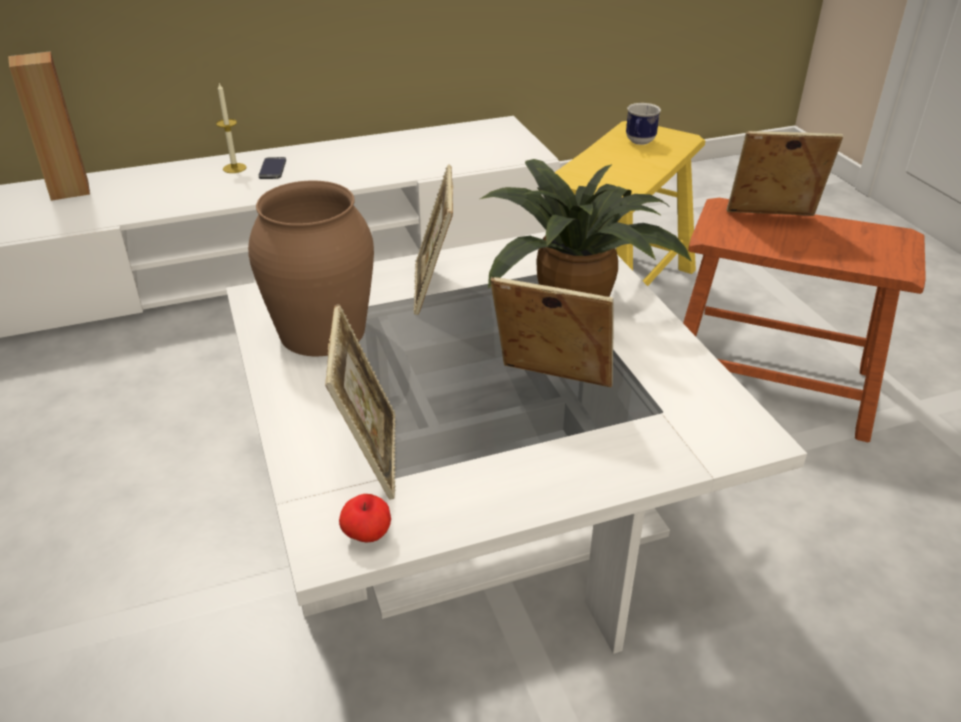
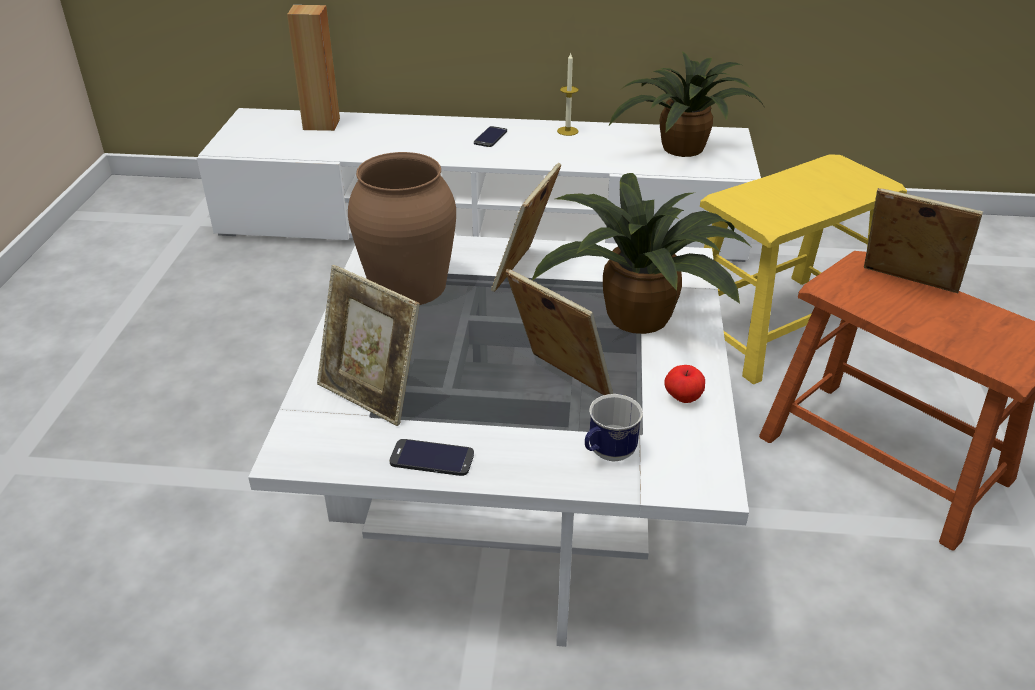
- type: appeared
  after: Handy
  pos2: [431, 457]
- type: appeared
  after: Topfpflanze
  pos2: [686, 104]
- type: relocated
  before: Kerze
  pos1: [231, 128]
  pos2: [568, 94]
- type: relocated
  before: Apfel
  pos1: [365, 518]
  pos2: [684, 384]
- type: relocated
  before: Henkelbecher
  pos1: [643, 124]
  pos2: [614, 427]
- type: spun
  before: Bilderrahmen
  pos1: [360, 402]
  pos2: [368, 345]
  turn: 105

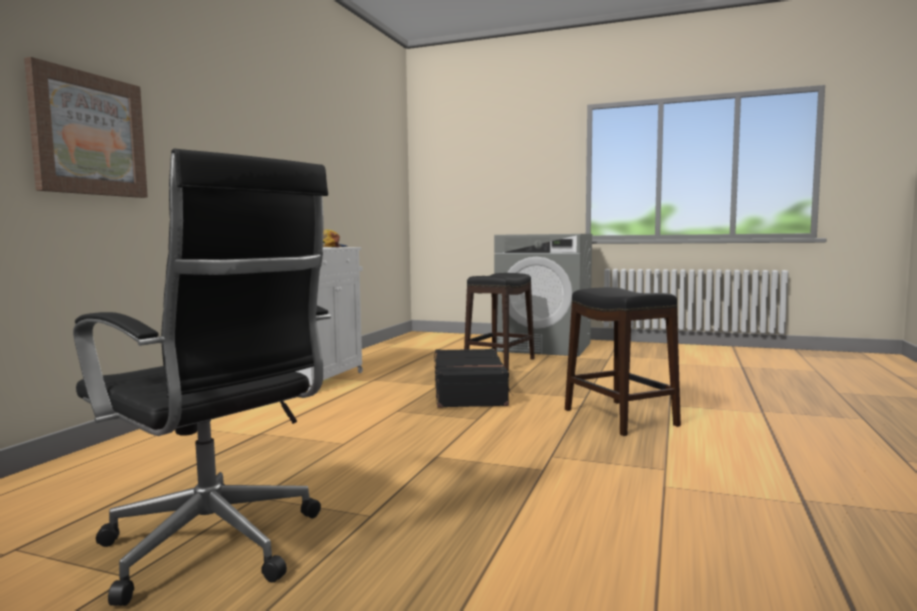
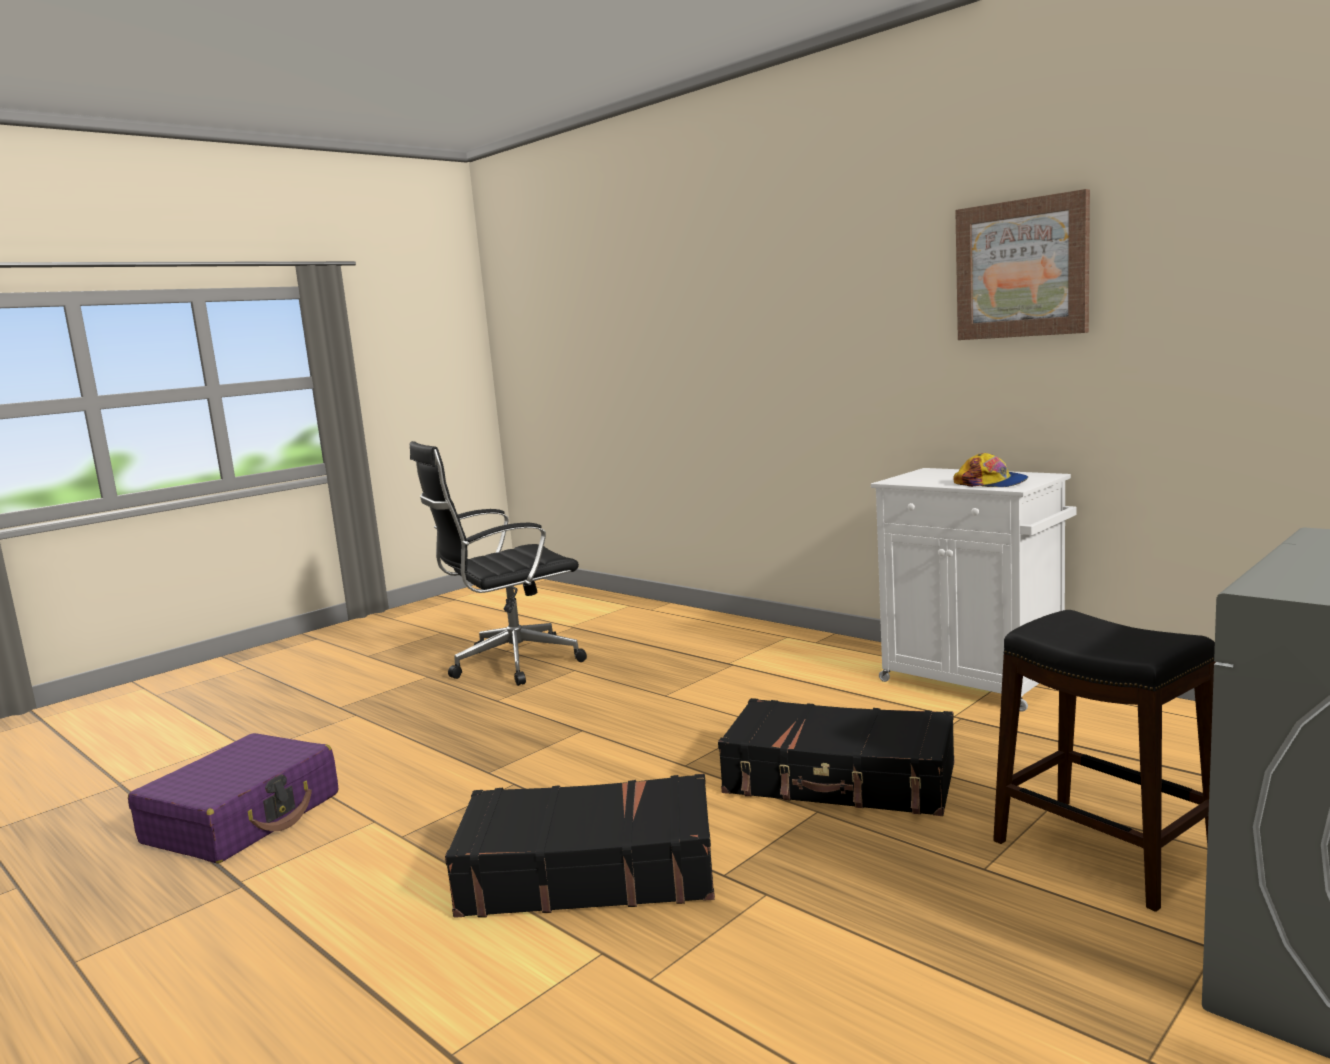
- type: appeared
  after: Koffer (lila)
  pos2: [233, 798]
- type: relocated
  before: Bild
  pos1: [86, 127]
  pos2: [1022, 264]
- type: exchanged
  before: Hocker (schwarz)
  after: Koffer (schwarz)
  pos1: [623, 361]
  pos2: [580, 846]

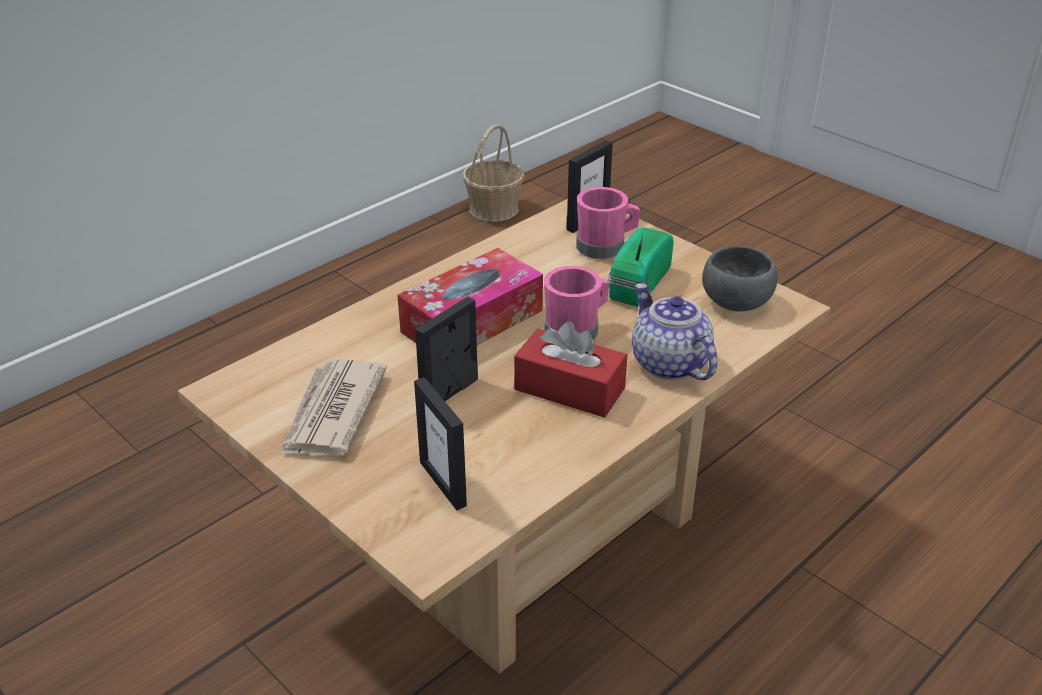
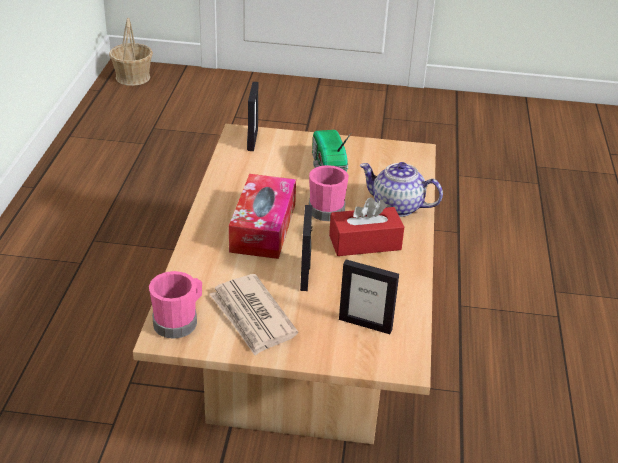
- type: missing
  before: Schüssel (grau)
  pos1: [740, 278]
- type: relocated
  before: Korb
  pos1: [493, 173]
  pos2: [131, 52]
- type: relocated
  before: Henkelbecher (rosa)
  pos1: [608, 223]
  pos2: [175, 305]

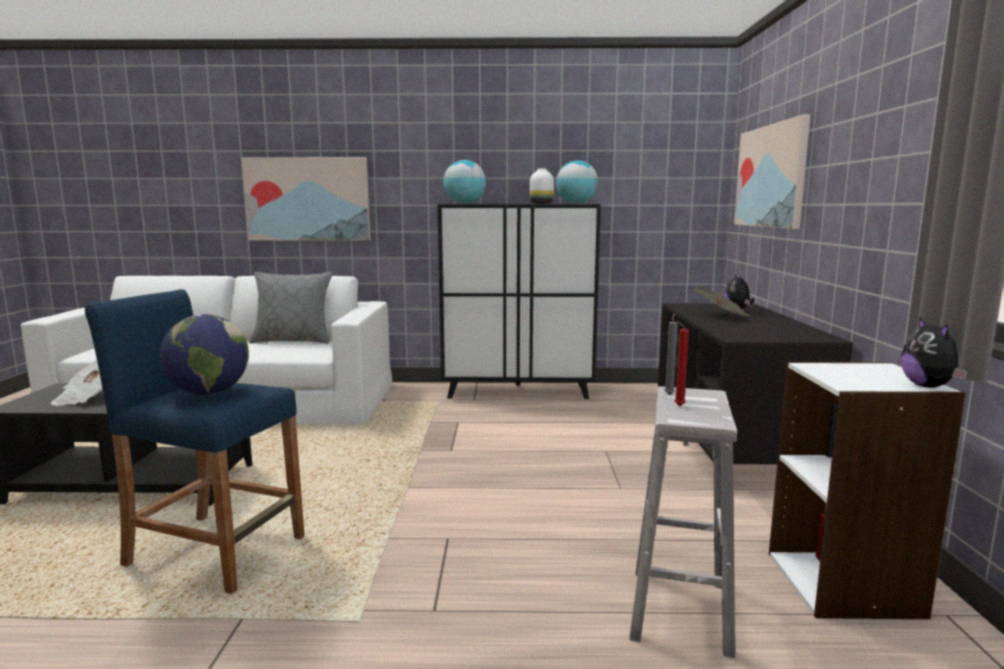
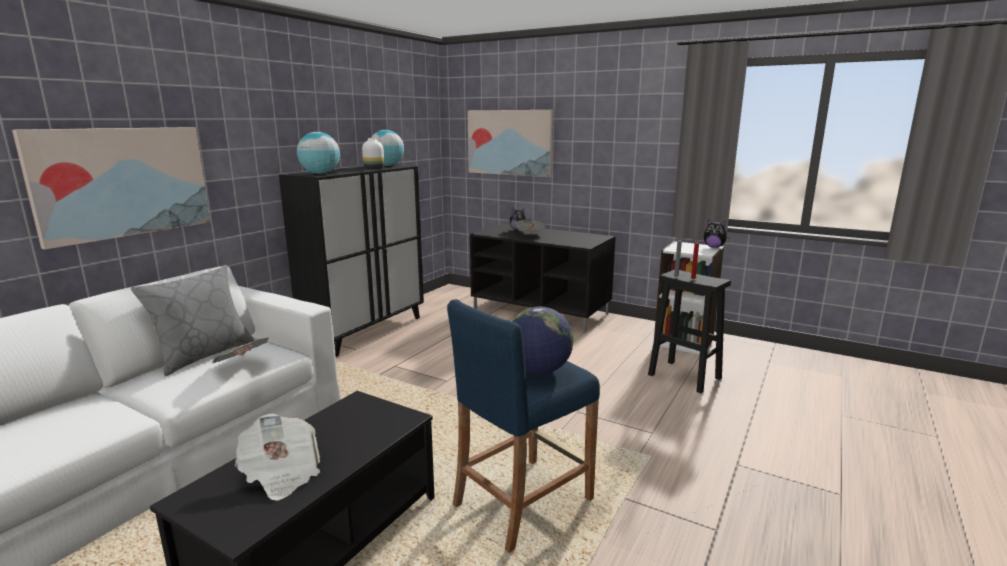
- type: appeared
  after: Zeitung
  pos2: [240, 351]
- type: colour
  before: Hocker (weiß)
  after: Hocker (schwarz)
  pos1: [683, 522]
  pos2: [689, 331]

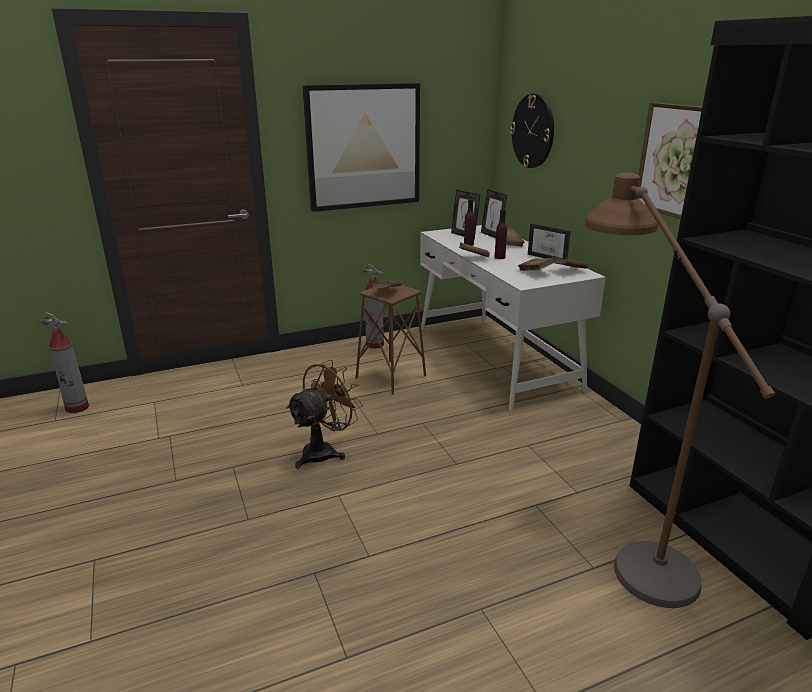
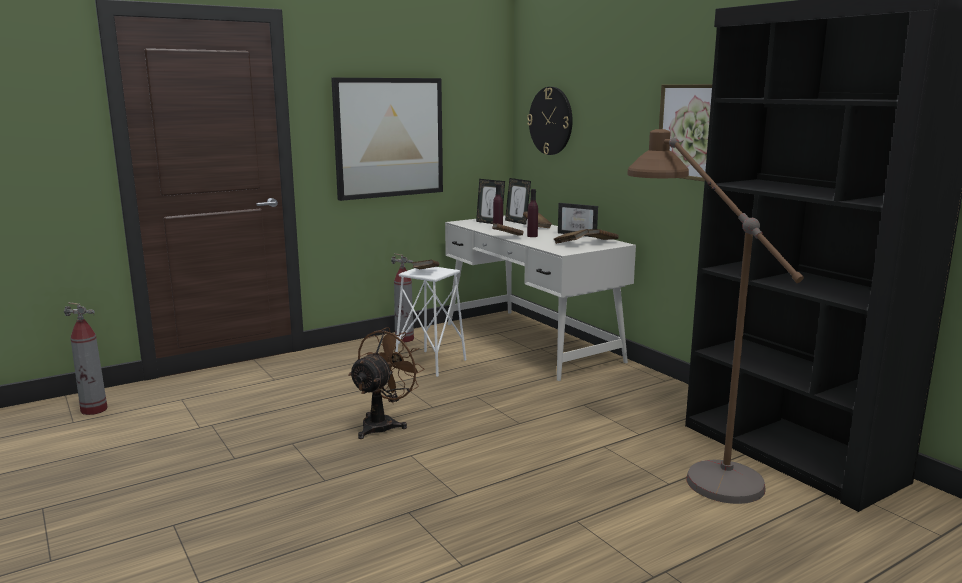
- type: colour
  before: Hocker (braun)
  after: Hocker (weiß)
  pos1: [391, 340]
  pos2: [430, 322]

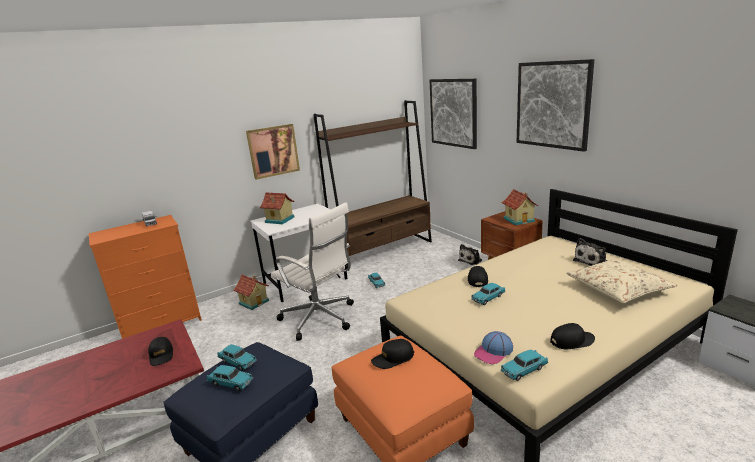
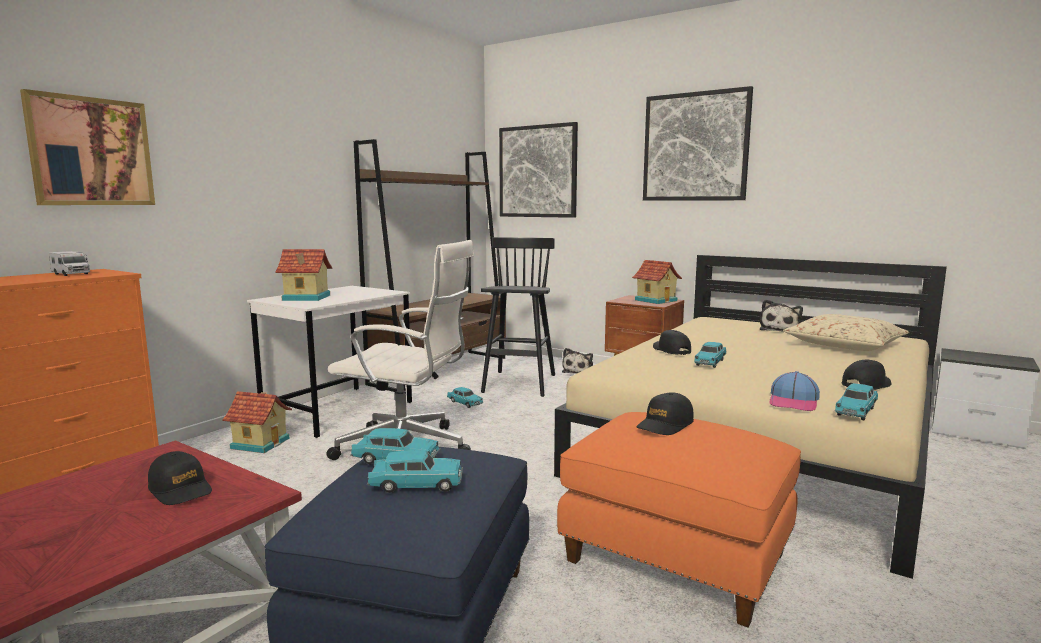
- type: appeared
  after: Hocker (schwarz)
  pos2: [518, 317]
- type: relocated
  before: Bild
  pos1: [273, 152]
  pos2: [87, 147]

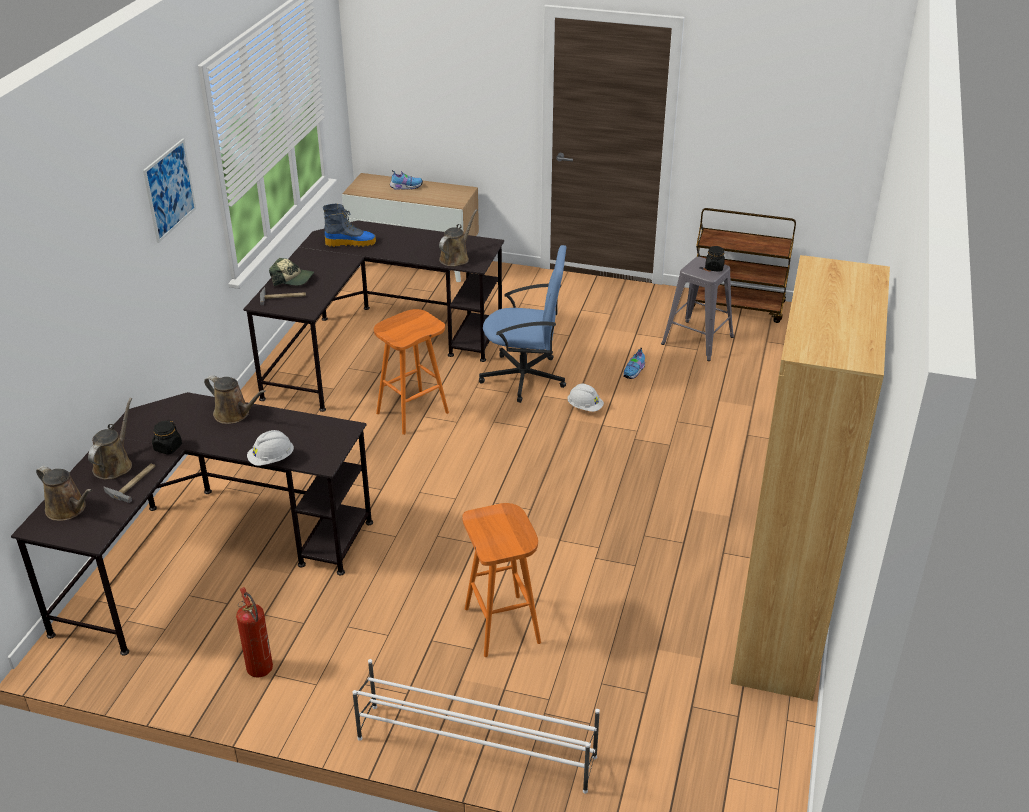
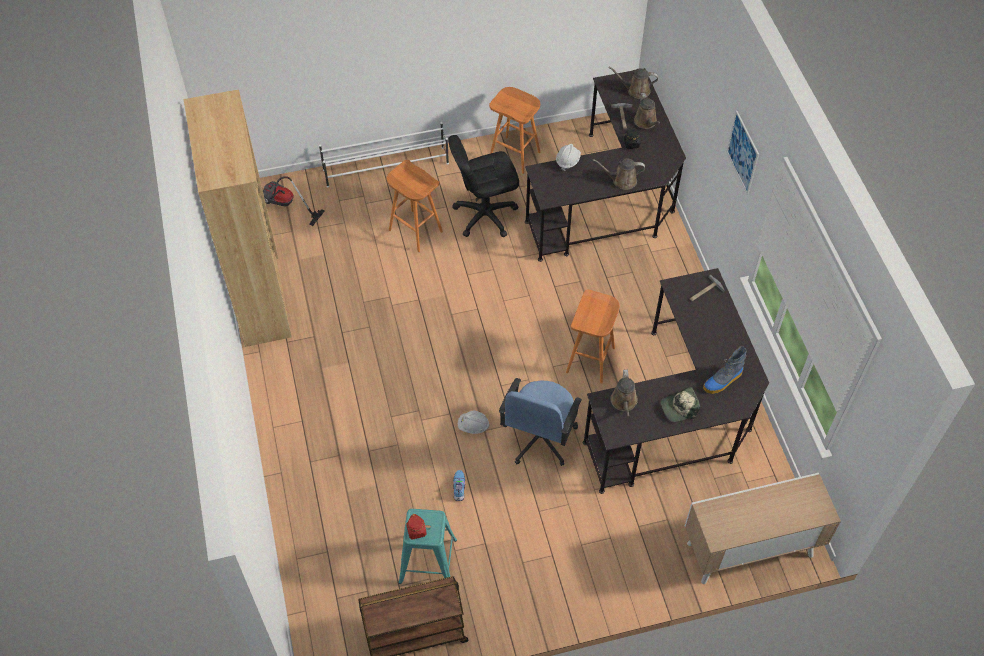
- type: missing
  before: Schuh
  pos1: [406, 180]
- type: appeared
  after: Staubsauger
  pos2: [294, 201]
- type: appeared
  after: Bürostuhl (schwarz)
  pos2: [483, 186]
- type: relocated
  before: Kappe
  pos1: [291, 272]
  pos2: [680, 404]
- type: exchanged
  before: Feuerlöscher
  after: Hocker (orange)
  pos1: [254, 632]
  pos2: [515, 130]
- type: colour
  before: Hocker (grau)
  after: Hocker (türkis)
  pos1: [697, 309]
  pos2: [428, 546]
- type: colour
  before: Vorratsglas (schwarz)
  after: Vorratsglas (rot)
  pos1: [715, 259]
  pos2: [416, 527]
- type: spun
  before: Bürostuhl (blau)
  pos1: [522, 324]
  pos2: [540, 422]
  turn: -45

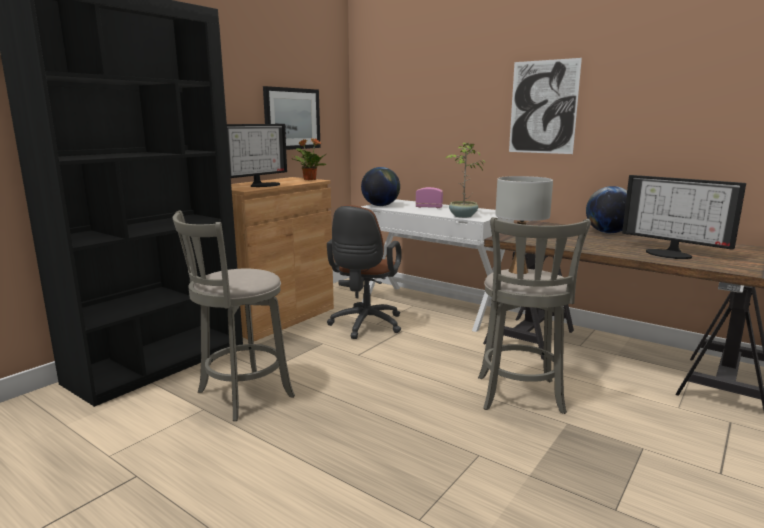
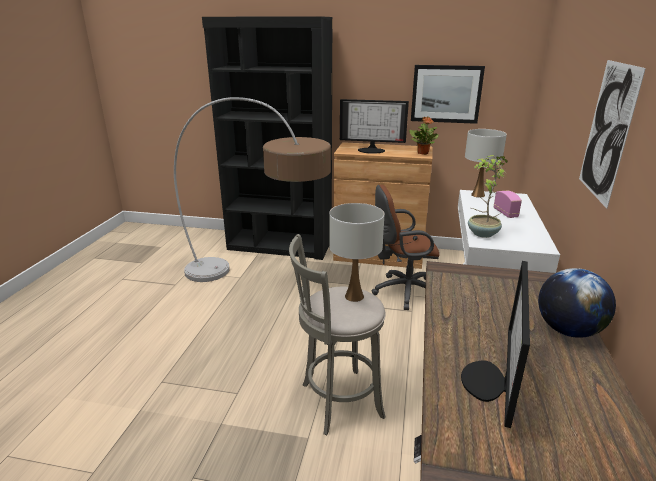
- type: exchanged
  before: Hocker (grau)
  after: Stehlampe
  pos1: [234, 315]
  pos2: [252, 189]
- type: exchanged
  before: Globus
  after: Tischlampe (weiß)
  pos1: [380, 186]
  pos2: [486, 163]

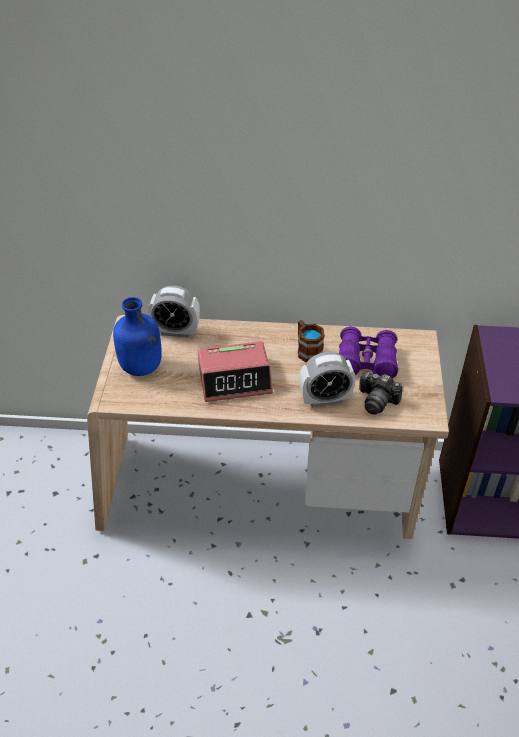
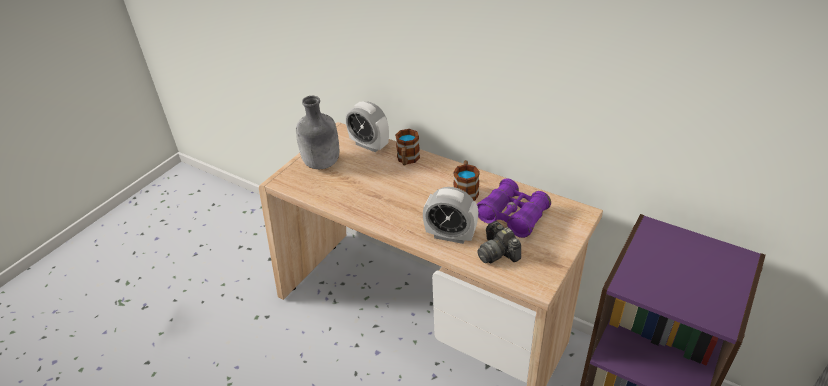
- type: missing
  before: Wecker
  pos1: [235, 371]
- type: appeared
  after: Henkelbecher
  pos2: [407, 147]
- type: colour
  before: Flasche (blau)
  after: Flasche (grau)
  pos1: [137, 336]
  pos2: [317, 132]

